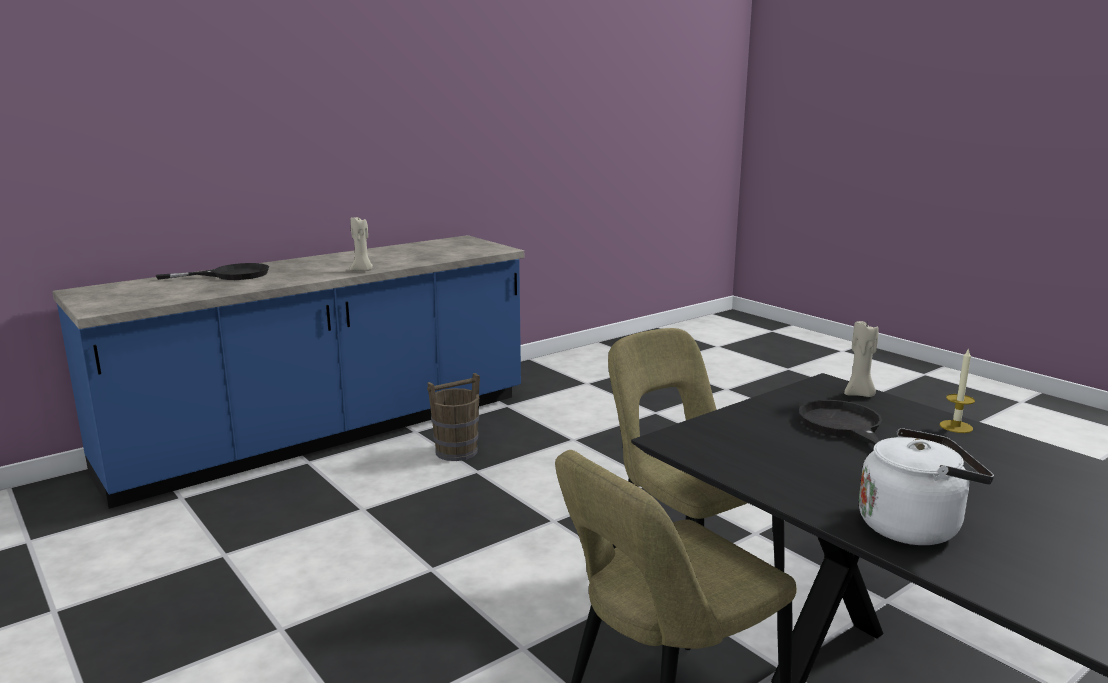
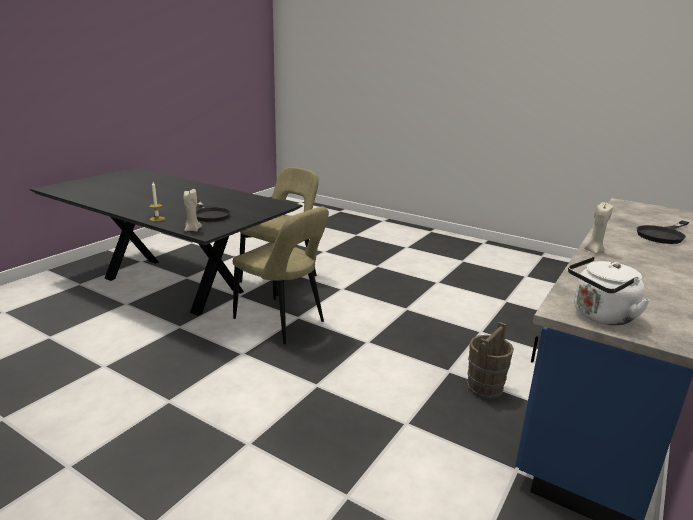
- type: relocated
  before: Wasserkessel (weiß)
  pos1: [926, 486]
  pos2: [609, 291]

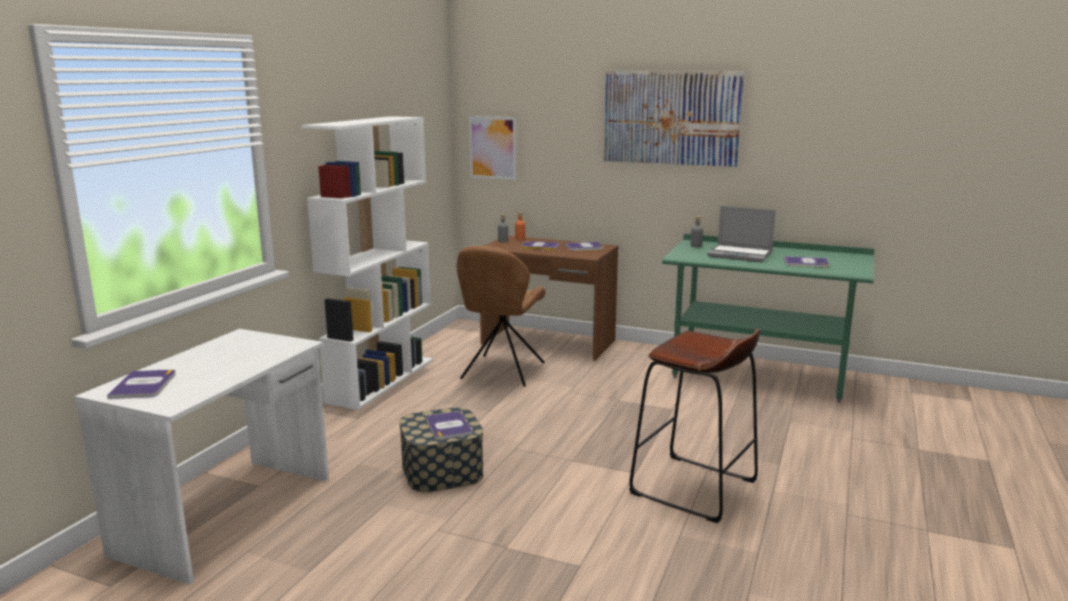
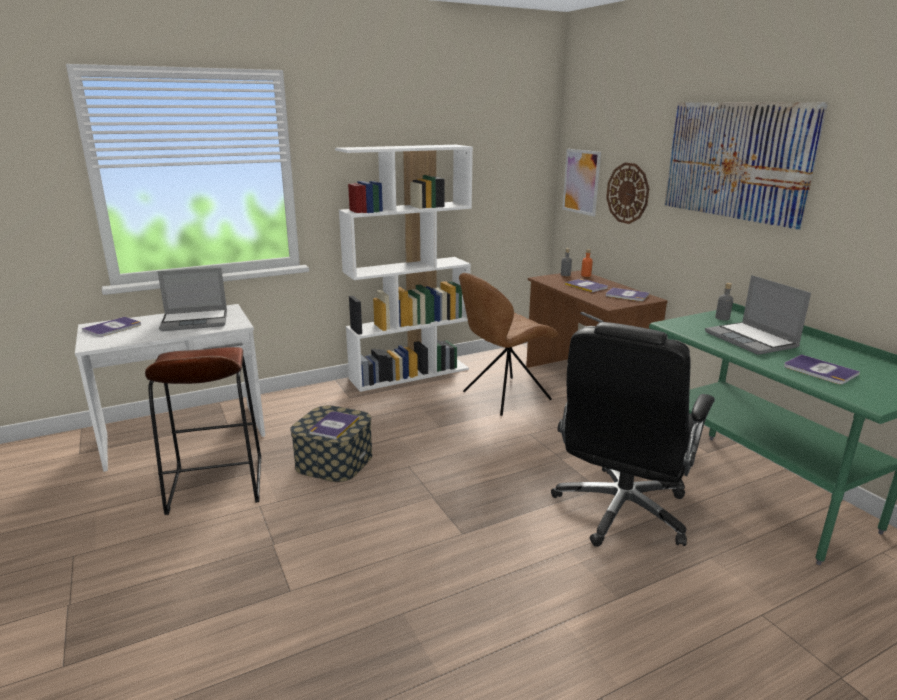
- type: appeared
  after: Laptop
  pos2: [192, 299]
- type: appeared
  after: Bürostuhl (schwarz)
  pos2: [633, 434]
- type: appeared
  after: Wanduhr
  pos2: [627, 193]
- type: relocated
  before: Hocker (braun)
  pos1: [694, 426]
  pos2: [203, 431]

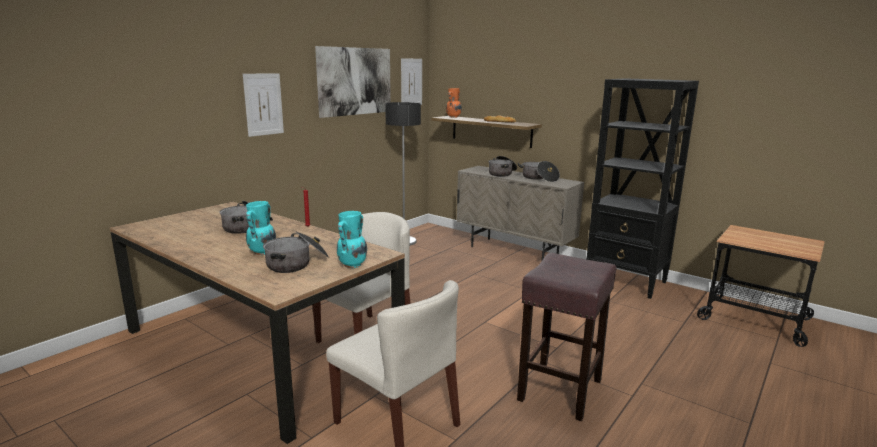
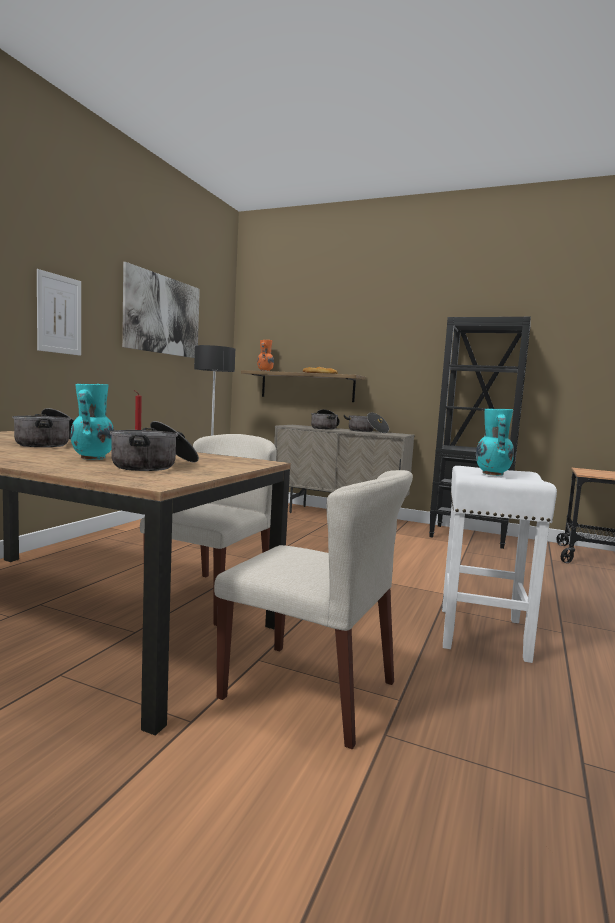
- type: missing
  before: Bild
  pos1: [411, 81]
- type: relocated
  before: Vase (türkis)
  pos1: [352, 239]
  pos2: [495, 442]
- type: colour
  before: Hocker (braun)
  after: Hocker (weiß)
  pos1: [566, 337]
  pos2: [499, 564]

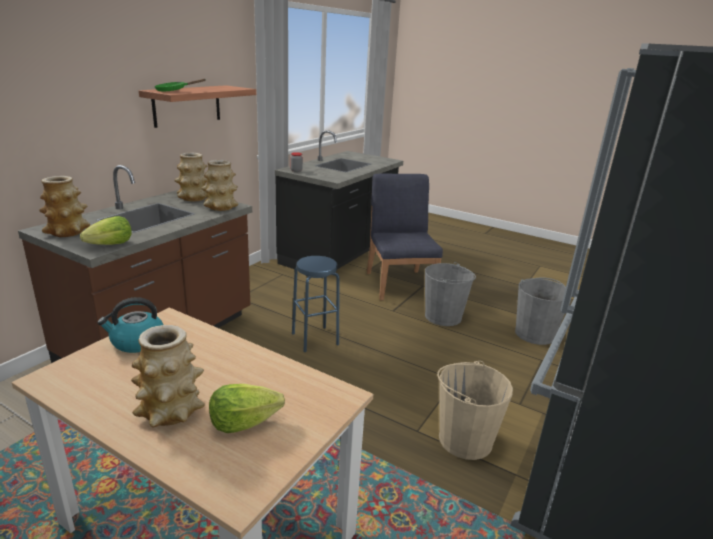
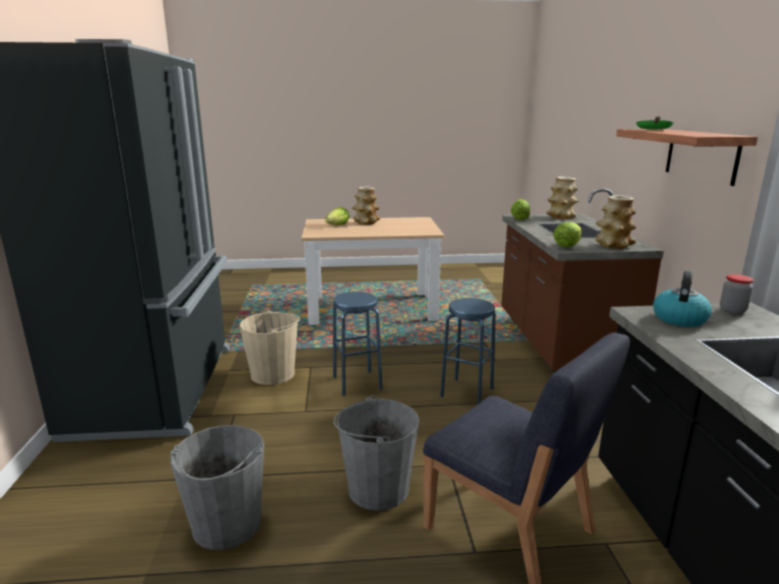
- type: appeared
  after: Hocker (blau)
  pos2: [357, 344]
- type: relocated
  before: Wasserkessel
  pos1: [130, 325]
  pos2: [682, 299]
- type: exchanged
  before: Vase
  after: Salatkopf
  pos1: [220, 185]
  pos2: [567, 234]

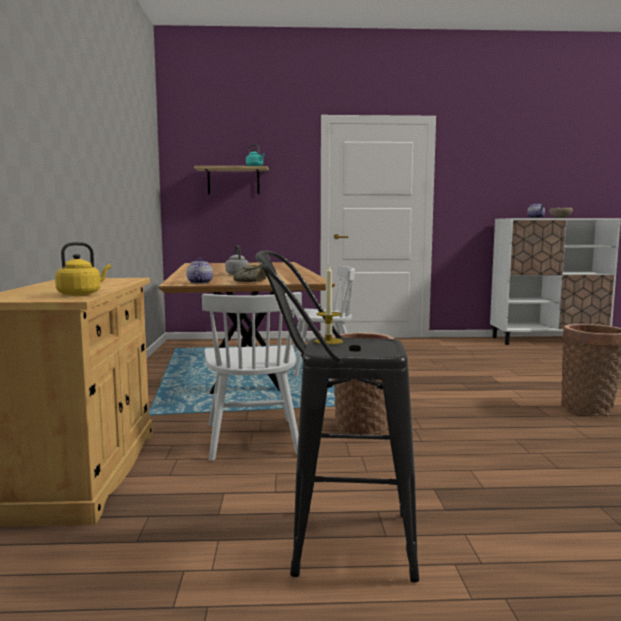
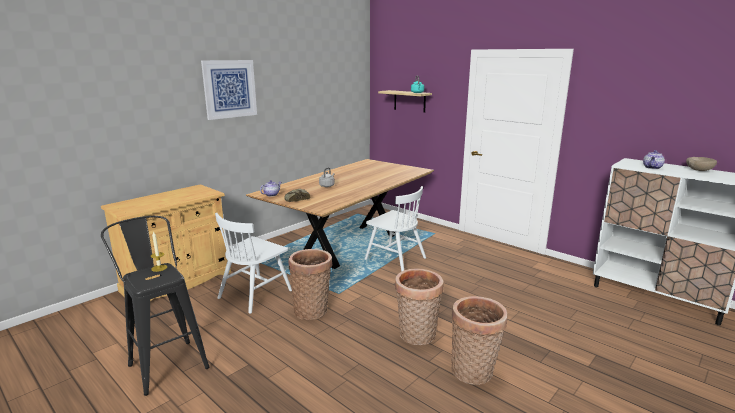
- type: missing
  before: Wasserkessel (gelb)
  pos1: [83, 269]
- type: appeared
  after: Bild
  pos2: [229, 90]
- type: appeared
  after: Korb
  pos2: [419, 306]

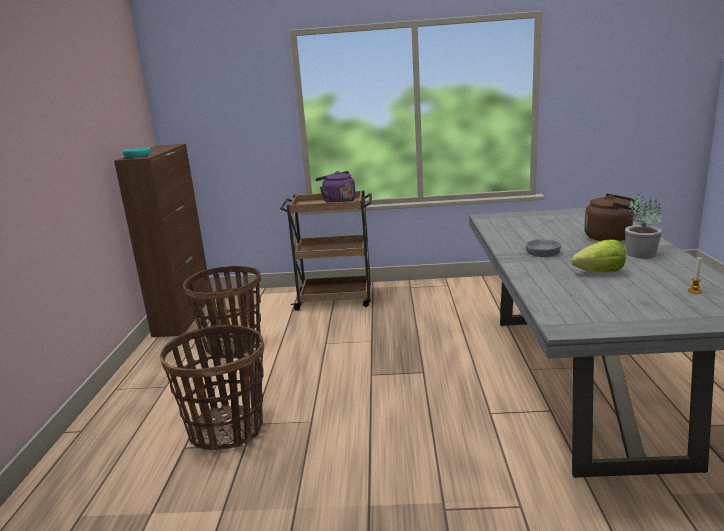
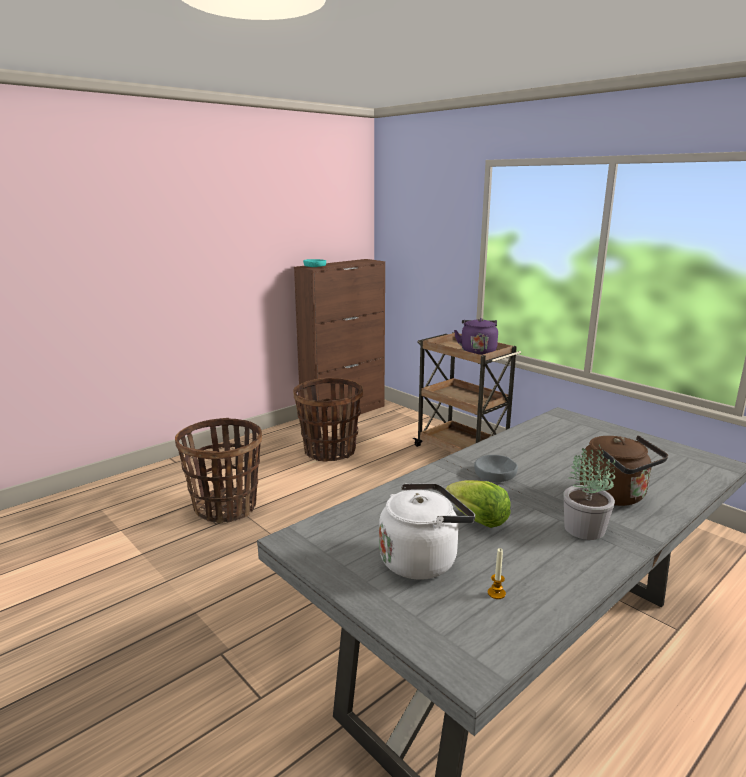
- type: appeared
  after: Wasserkessel (weiß)
  pos2: [427, 531]

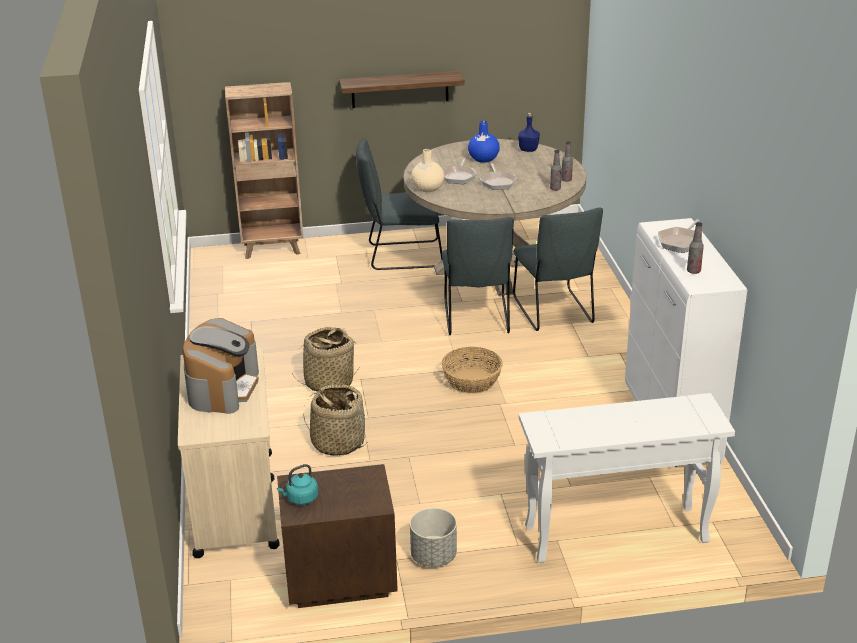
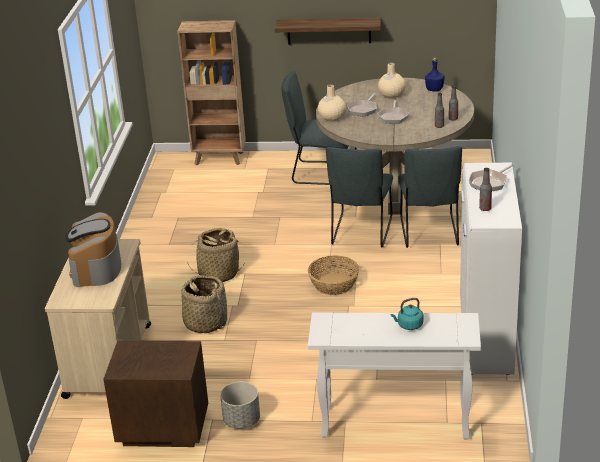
- type: relocated
  before: Wasserkessel (türkis)
  pos1: [297, 484]
  pos2: [407, 314]
- type: colour
  before: Vase (blau)
  after: Vase (beige)
  pos1: [484, 142]
  pos2: [392, 81]
- type: spun
  before: Kaffeemaschine
  pos1: [221, 366]
  pos2: [93, 249]
  turn: 150

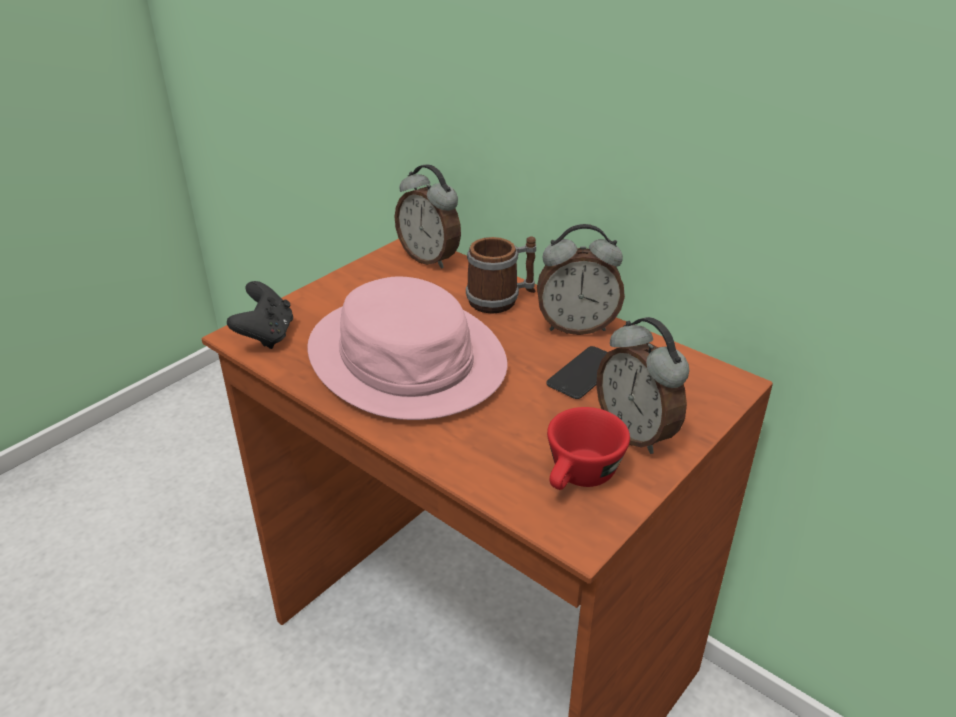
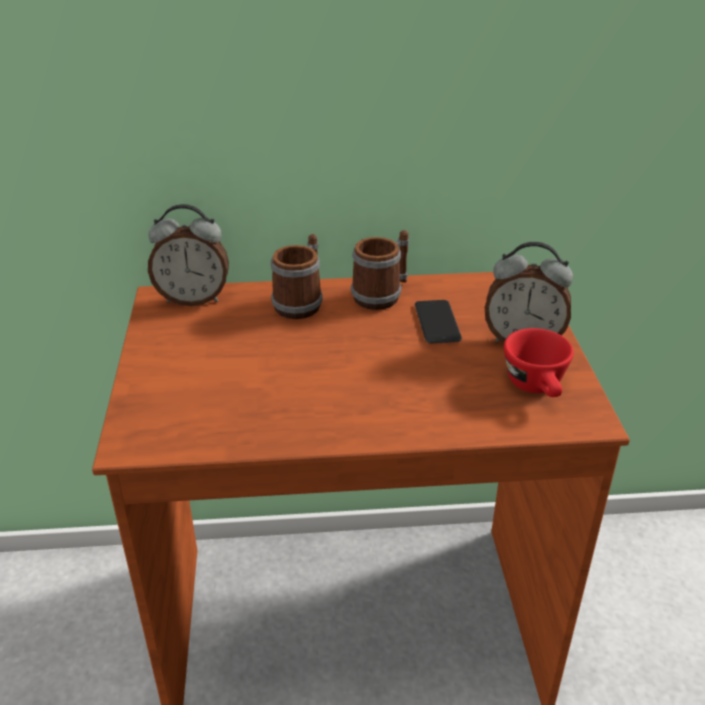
- type: missing
  before: Gamepad (schwarz)
  pos1: [260, 315]
- type: missing
  before: Hut (rosa)
  pos1: [407, 348]
- type: exchanged
  before: Wecker
  after: Henkelbecher
  pos1: [581, 279]
  pos2: [380, 270]

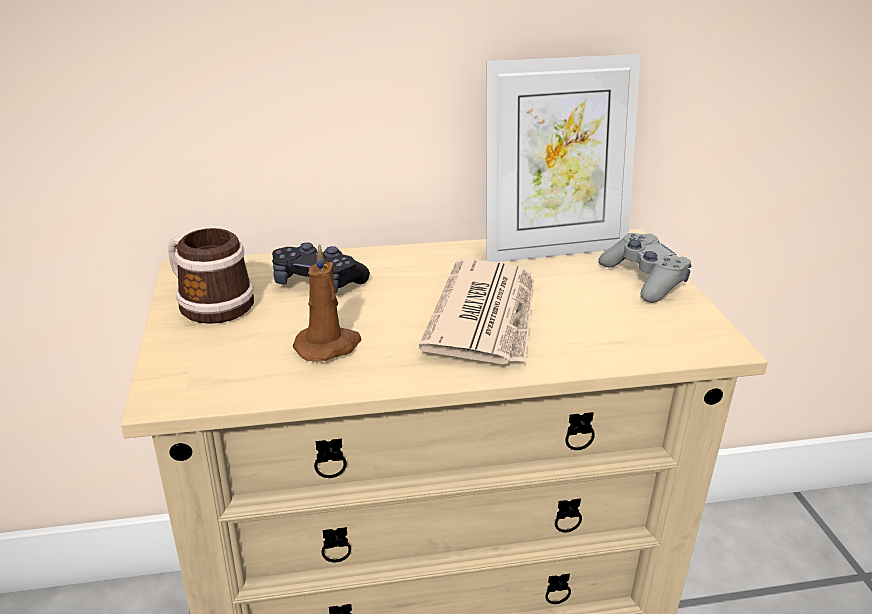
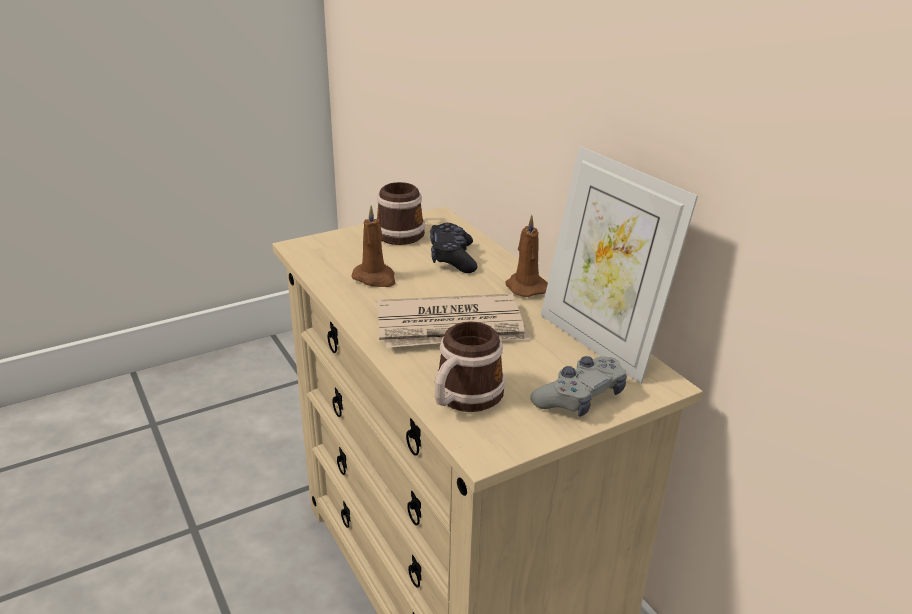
- type: appeared
  after: Henkelbecher
  pos2: [470, 366]
- type: appeared
  after: Kerze (braun)
  pos2: [526, 255]

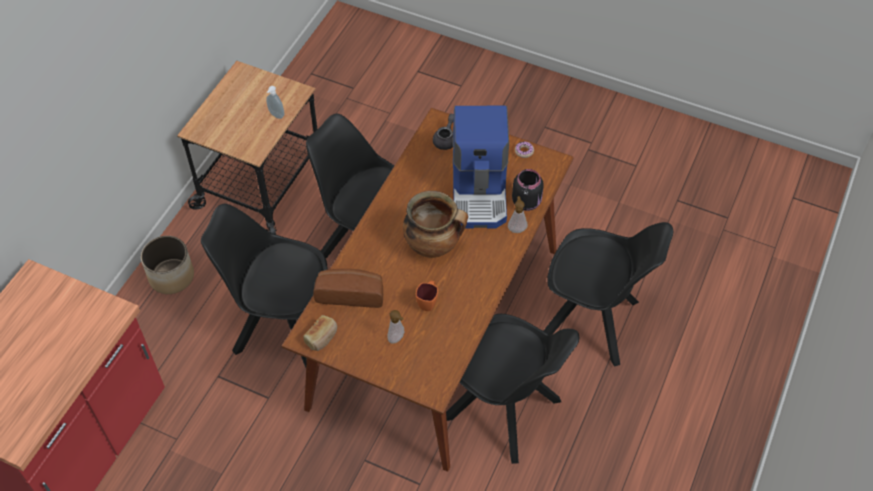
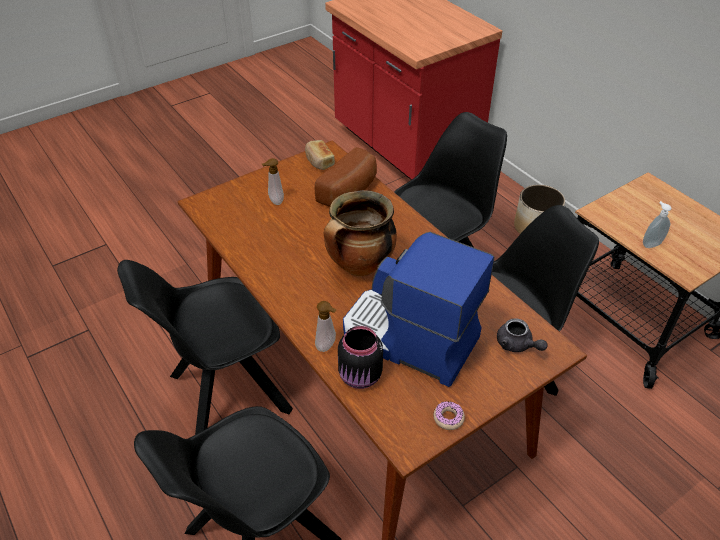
- type: missing
  before: Henkelbecher (orange)
  pos1: [427, 296]

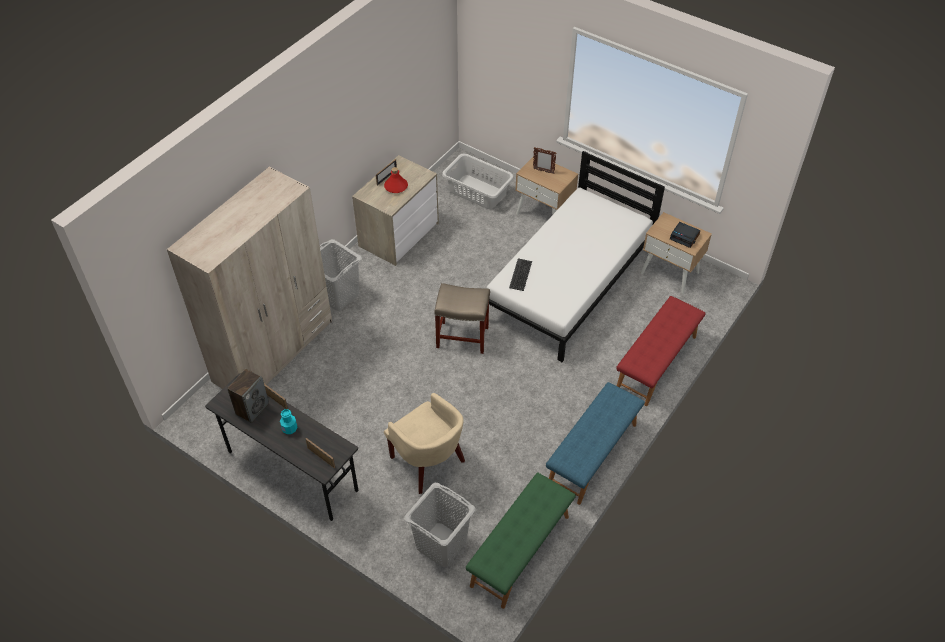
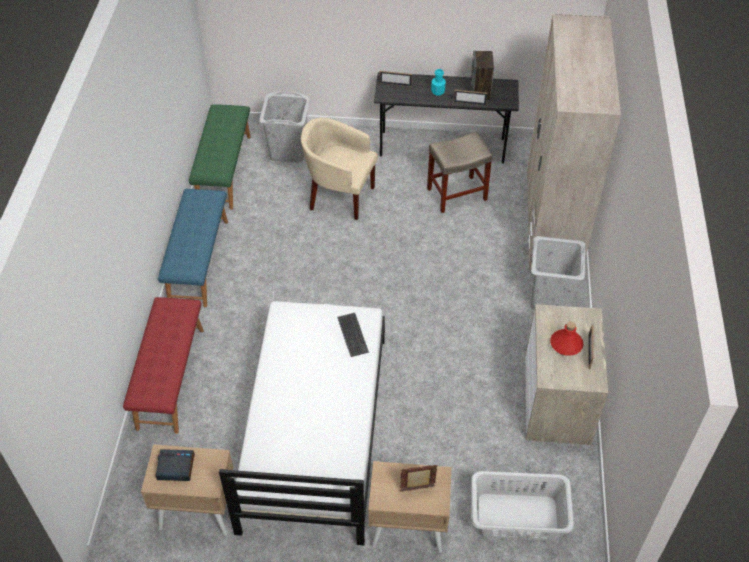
- type: relocated
  before: Hocker (beige)
  pos1: [462, 318]
  pos2: [460, 172]

